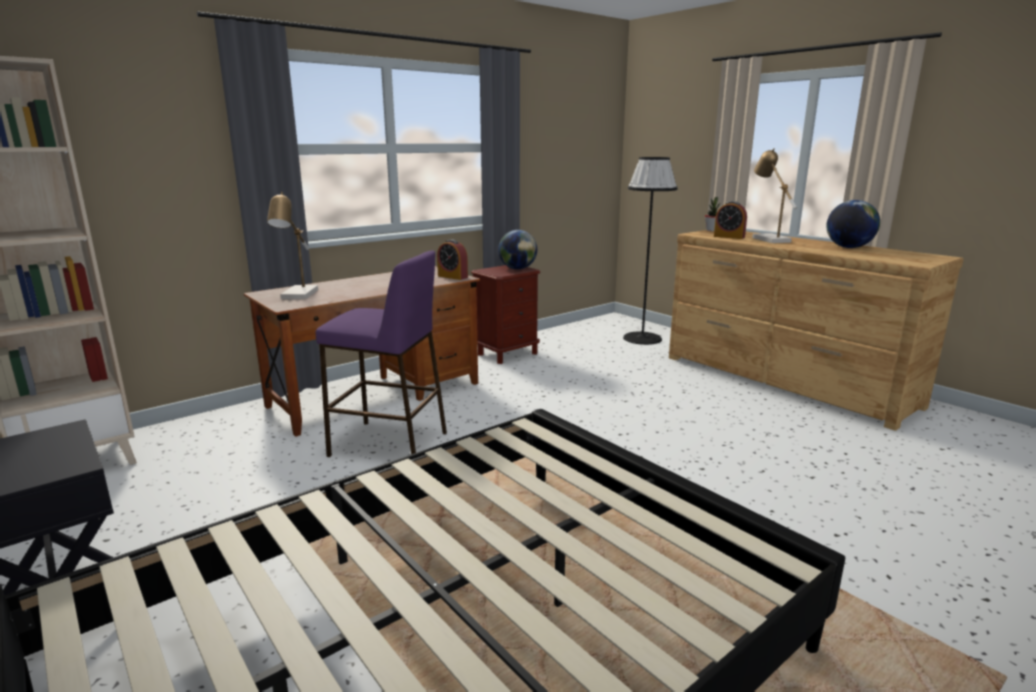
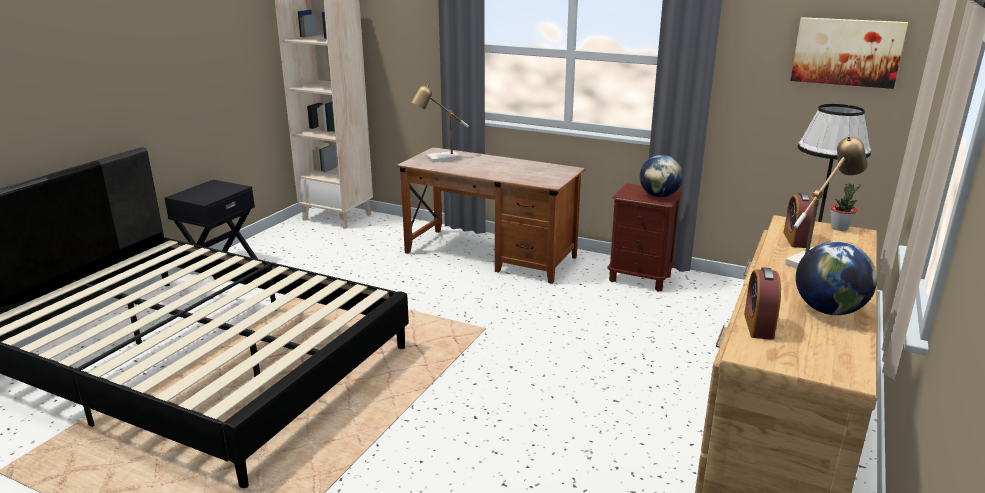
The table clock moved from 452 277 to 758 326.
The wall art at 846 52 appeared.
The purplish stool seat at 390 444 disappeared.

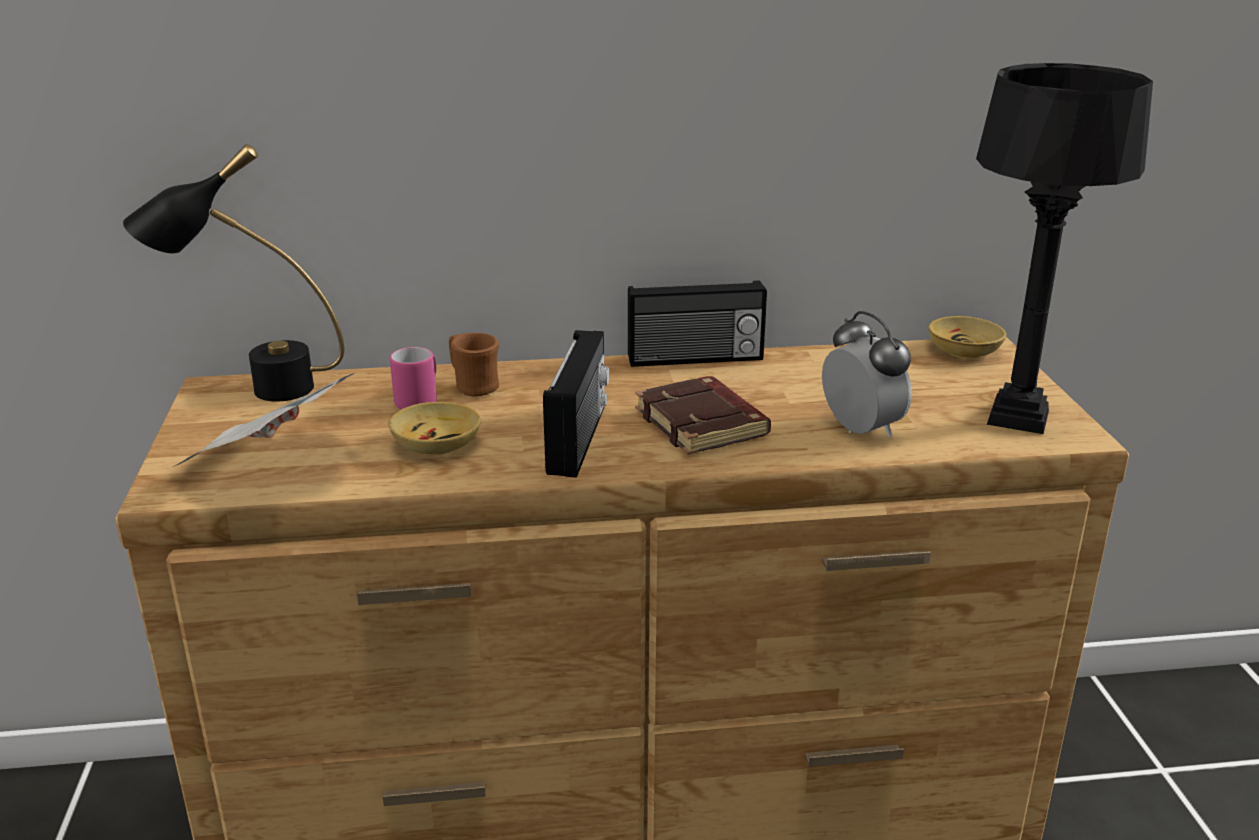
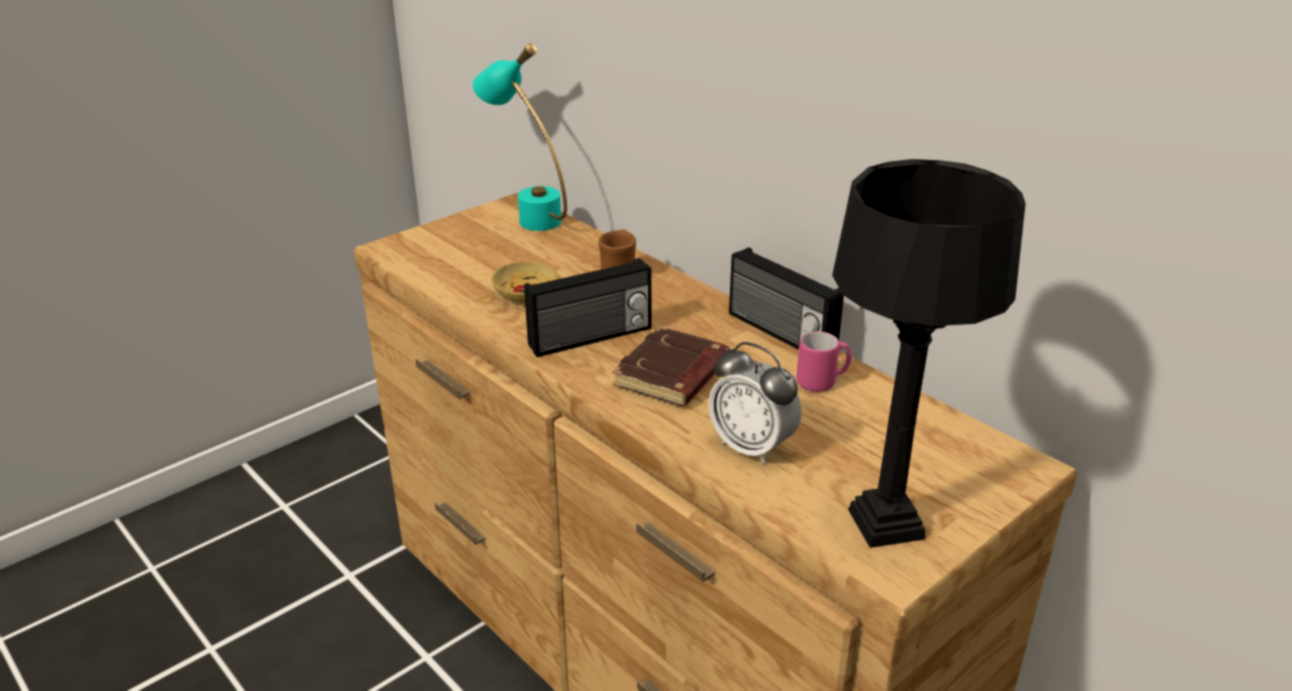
The black-coloured tabletop lamp at 254 389 became the blue-green tabletop lamp at 528 214.
The table clock at 861 430 turned 105 degrees clockwise.
The pink mug moved from 420 401 to 822 382.
The printed paper at 266 467 disappeared.
The sand-coloured bowl at 963 351 disappeared.

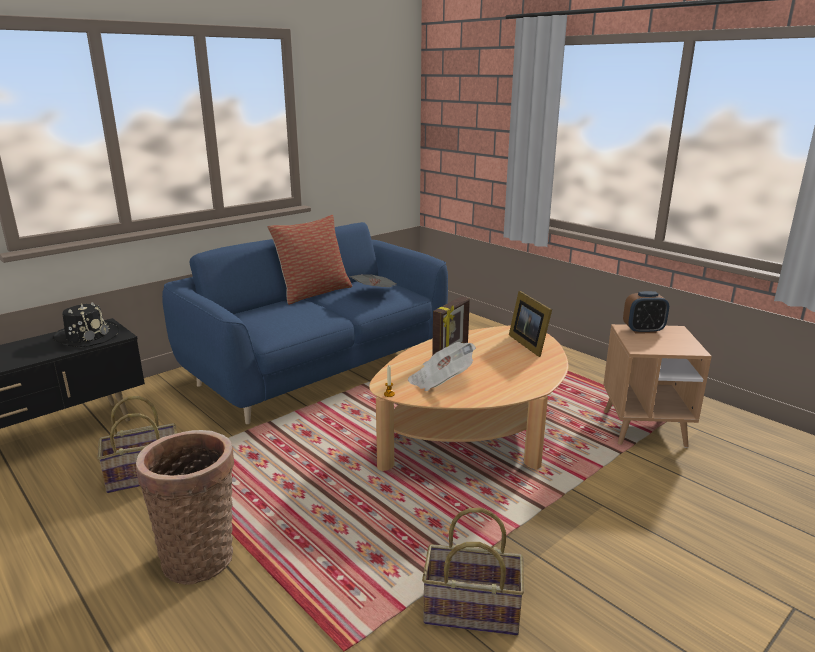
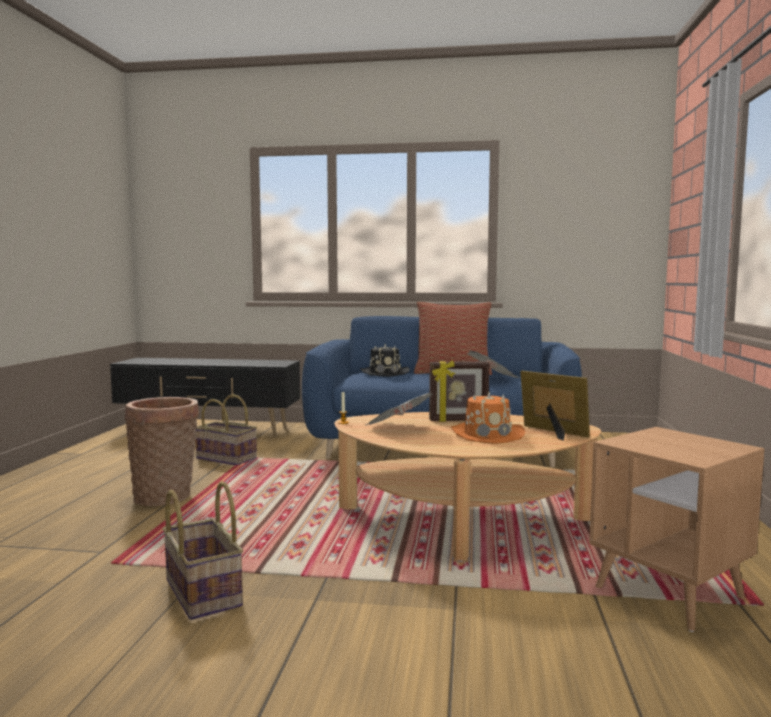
The black-coloured wearable hat moved from 86 336 to 384 373.
The orange wearable hat at 487 434 appeared.
The picture frame at 529 343 turned 105 degrees clockwise.
The table clock at 643 330 disappeared.

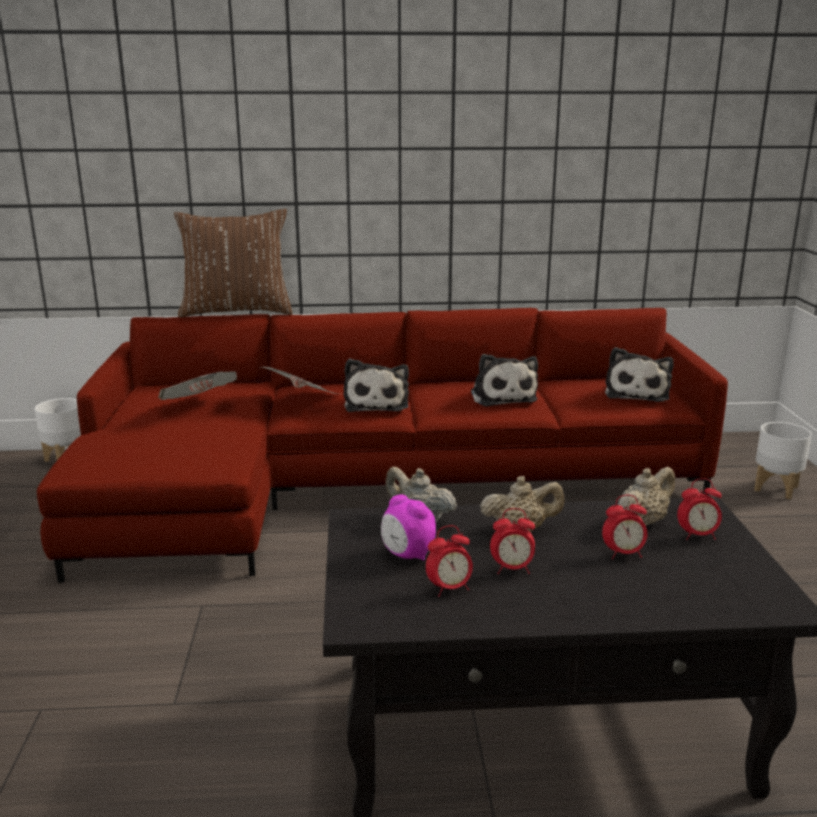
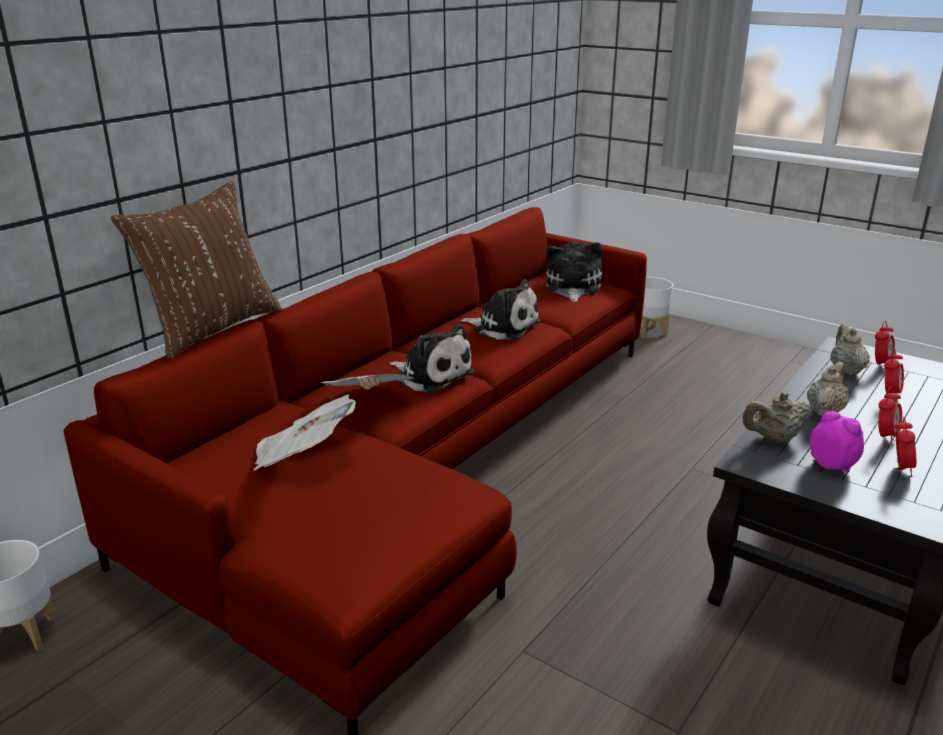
The soft toy at 637 393 turned 135 degrees counterclockwise.
The table clock at 407 555 turned 120 degrees counterclockwise.

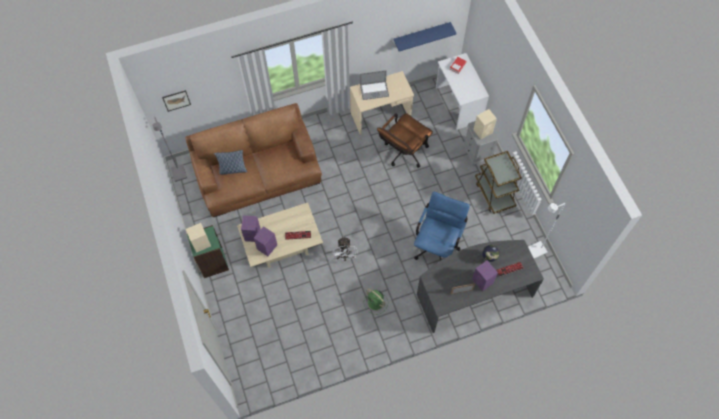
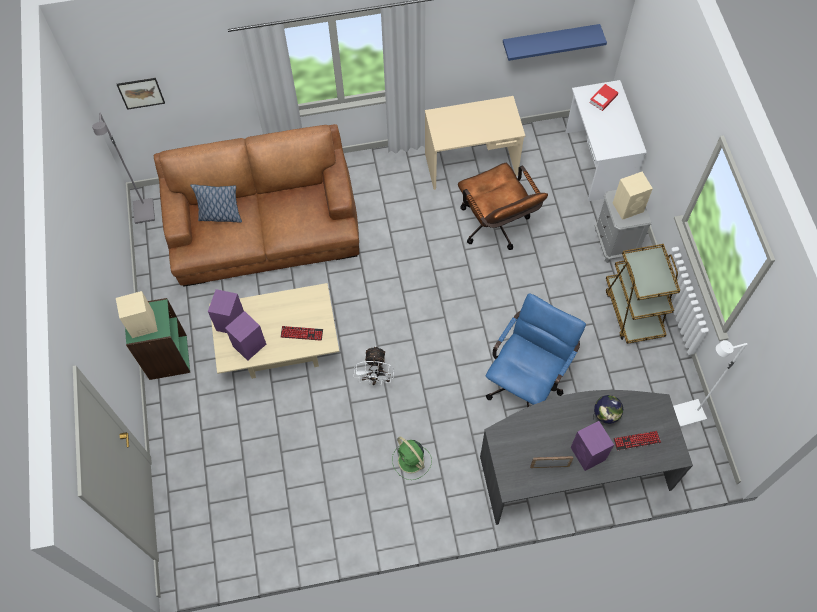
The brown computer chair at 403 153 turned 75 degrees counterclockwise.
The notebook computer at 374 90 disappeared.

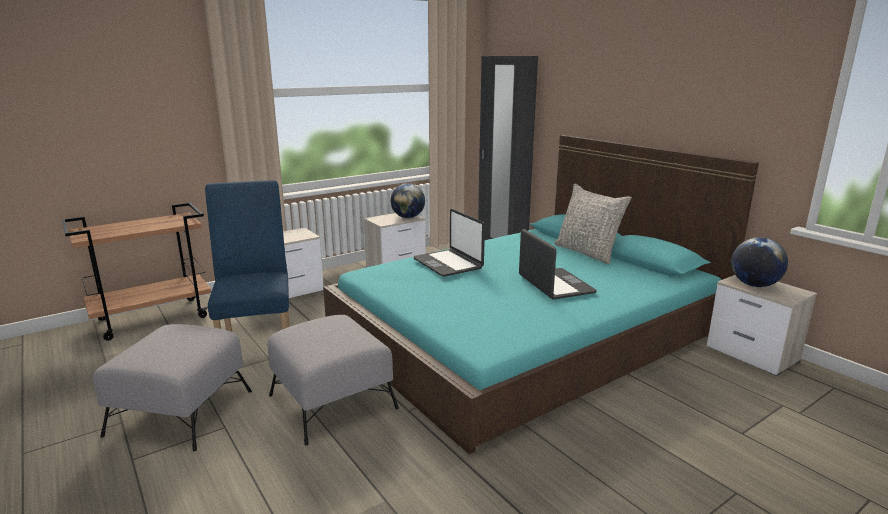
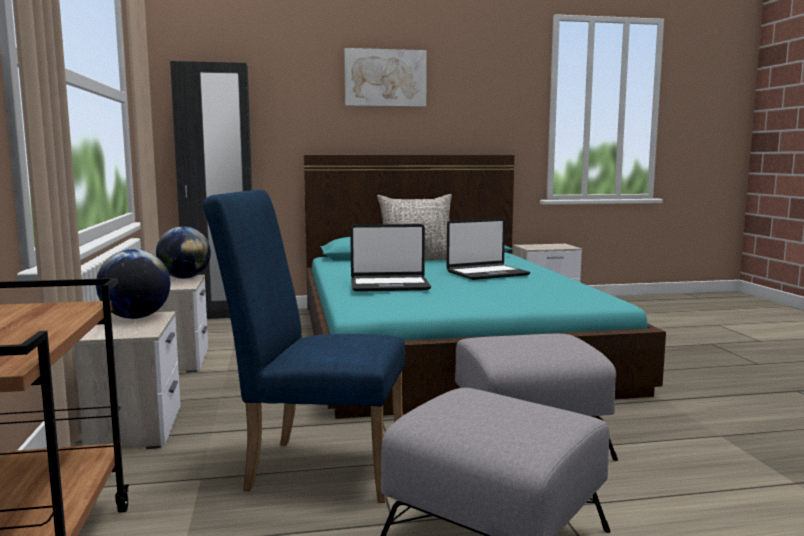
The world globe moved from 754 285 to 136 317.
The wall art at 385 78 appeared.
The notebook computer at 555 285 turned 150 degrees clockwise.

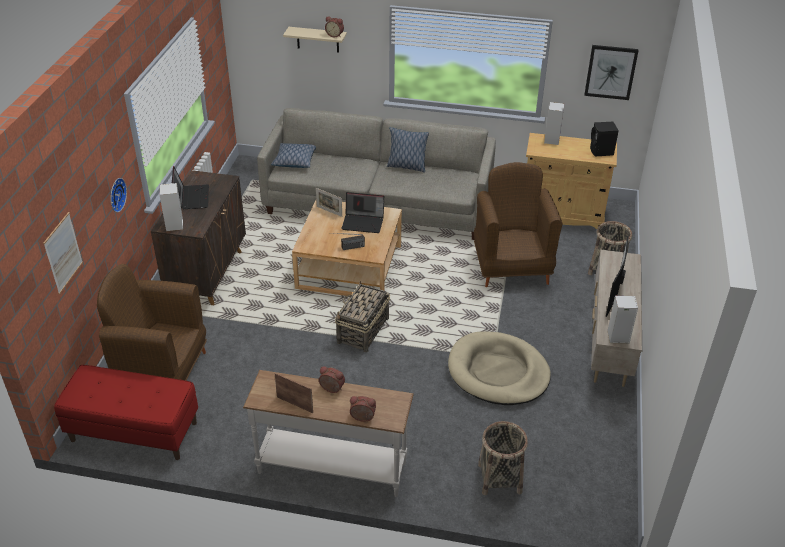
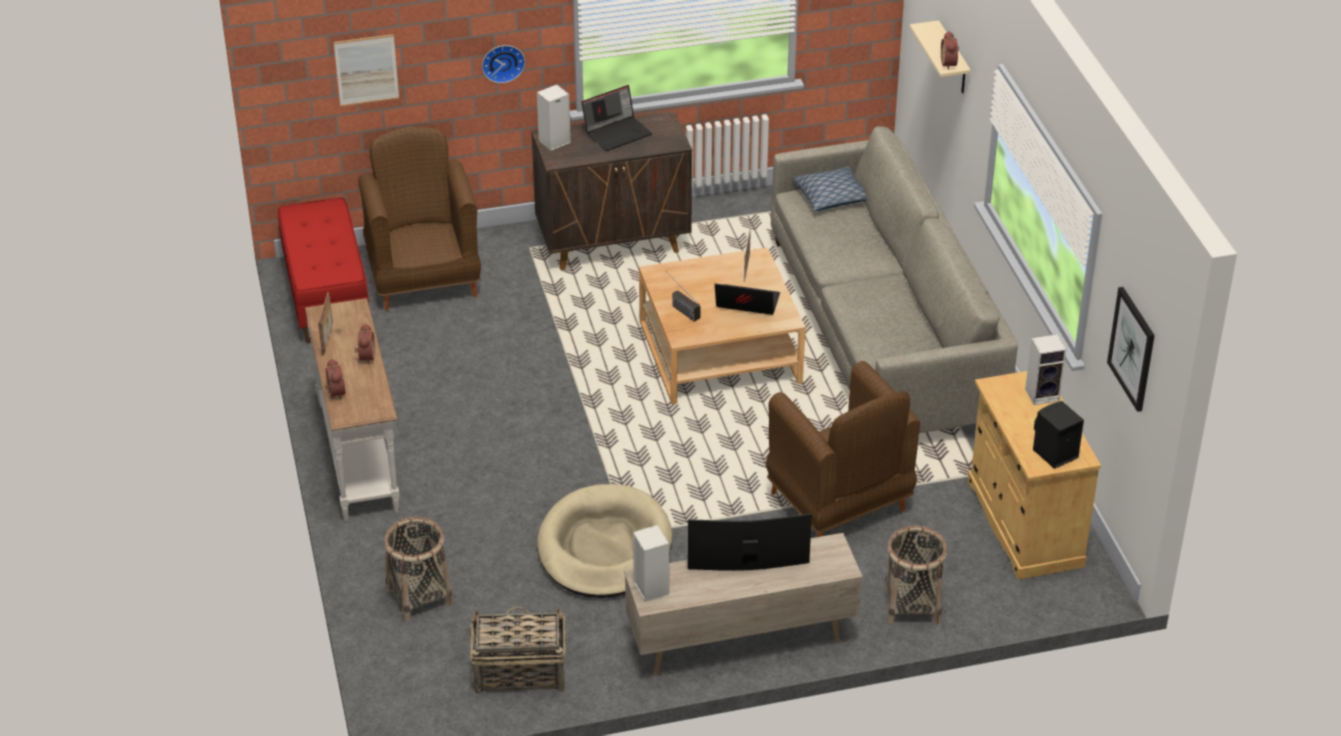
The household basket moved from 362 331 to 518 672.
The notebook computer at 363 222 turned 120 degrees clockwise.
The brown easy chair at 511 267 turned 90 degrees clockwise.
The pillow at 406 166 disappeared.

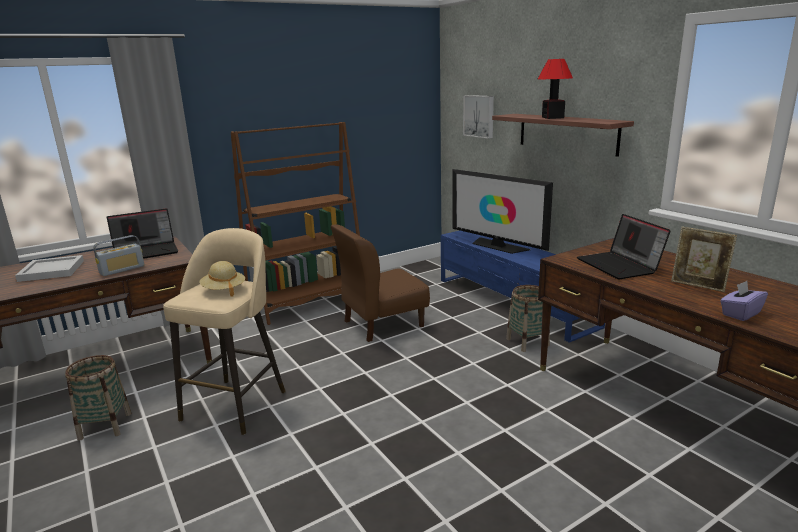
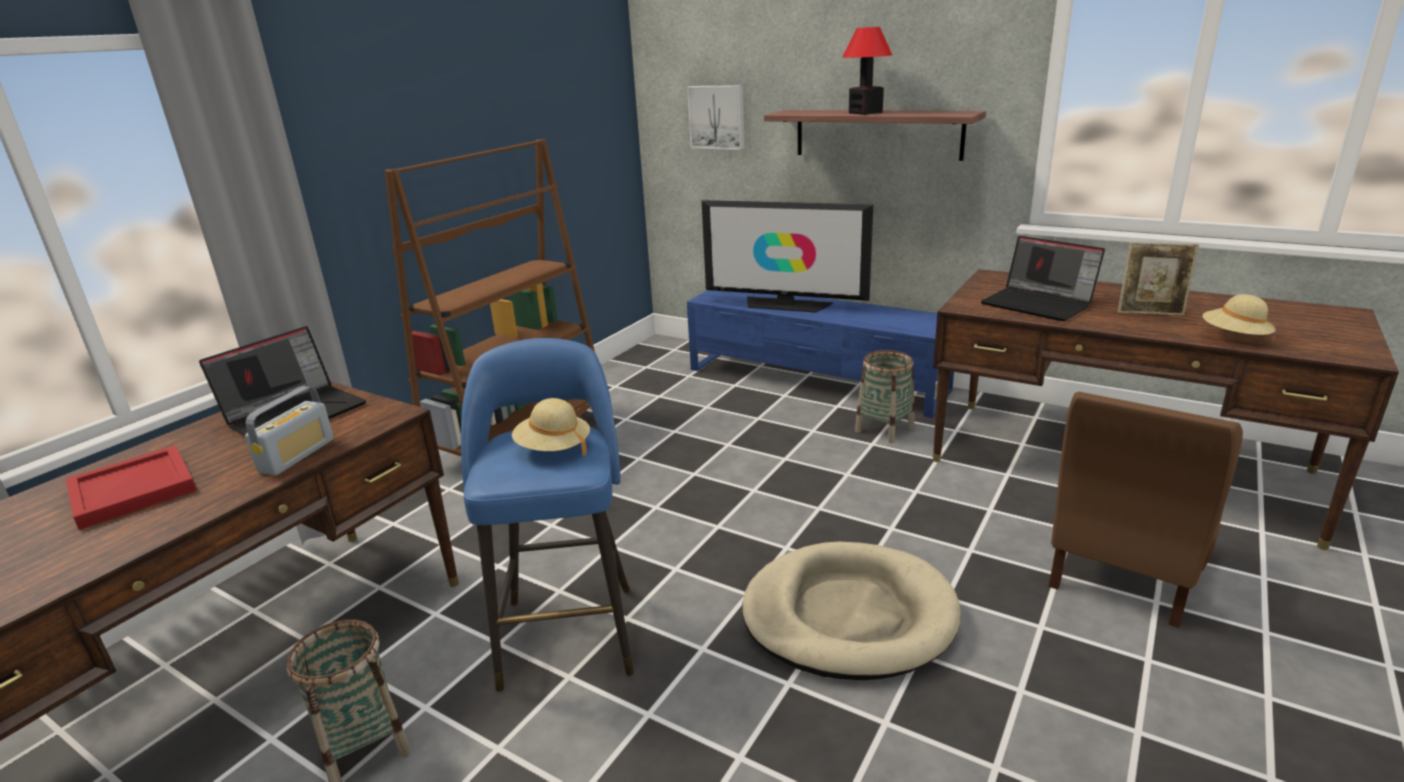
The white carrying tray at 53 270 became the reddish carrying tray at 135 489.
The sand-coloured stool seat at 236 404 became the bluish stool seat at 569 632.
The sand-coloured pet bed at 848 615 appeared.
The brown chair moved from 382 323 to 1122 571.
The purplish box of tissues at 740 313 was replaced by the sand-coloured wearable hat at 1234 337.

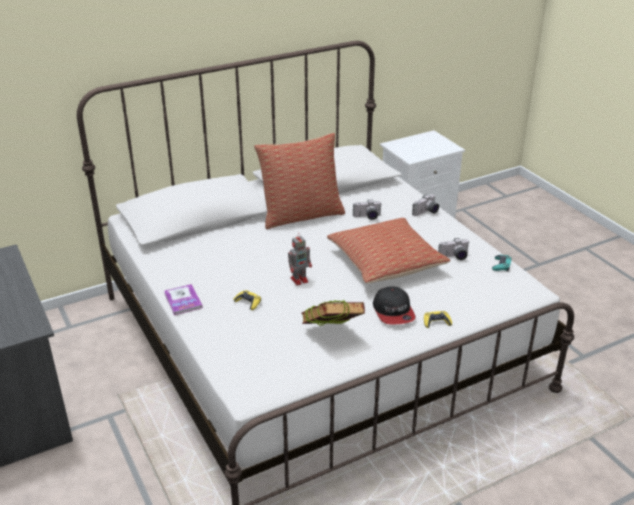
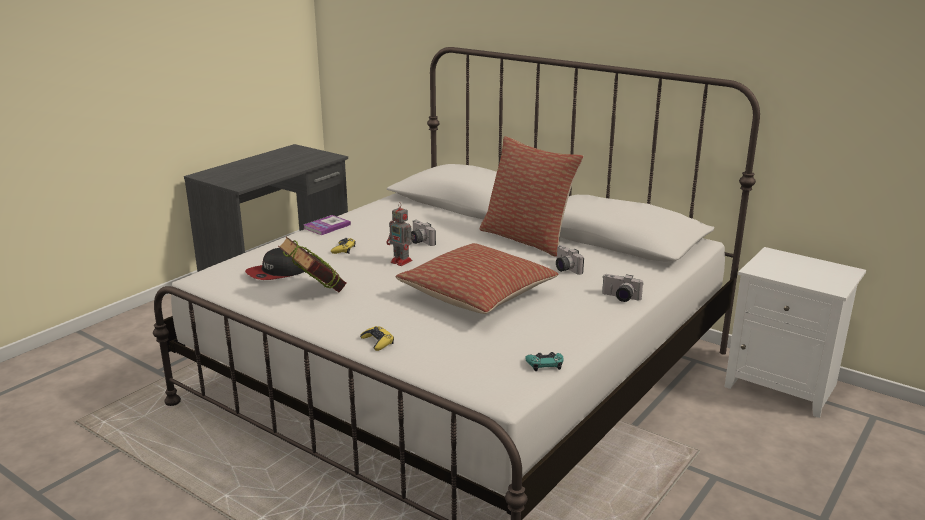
The peaked cap moved from 393 312 to 276 273.
The photo camera moved from 454 257 to 419 241.

